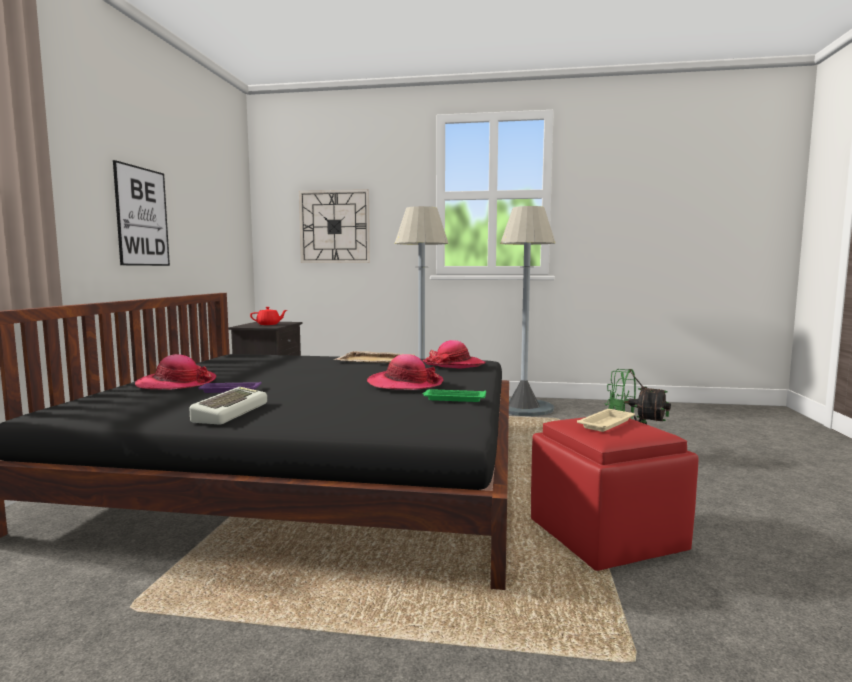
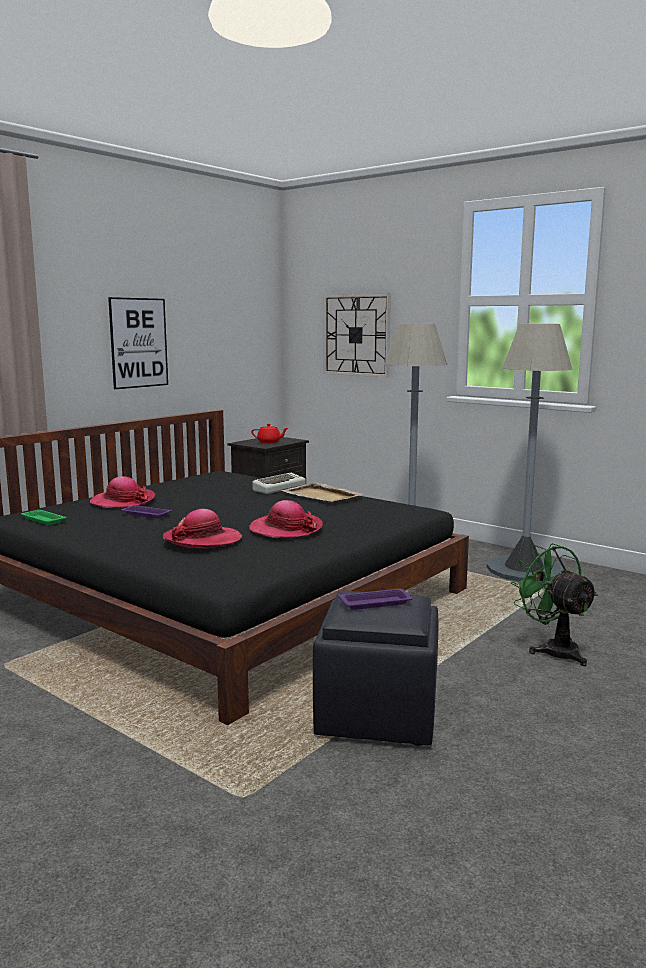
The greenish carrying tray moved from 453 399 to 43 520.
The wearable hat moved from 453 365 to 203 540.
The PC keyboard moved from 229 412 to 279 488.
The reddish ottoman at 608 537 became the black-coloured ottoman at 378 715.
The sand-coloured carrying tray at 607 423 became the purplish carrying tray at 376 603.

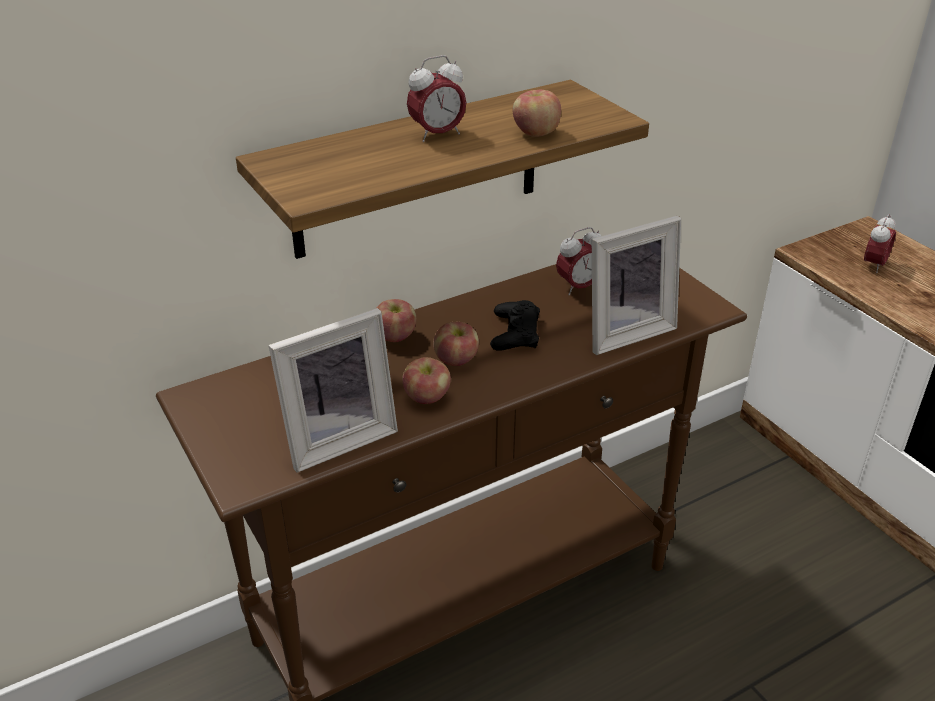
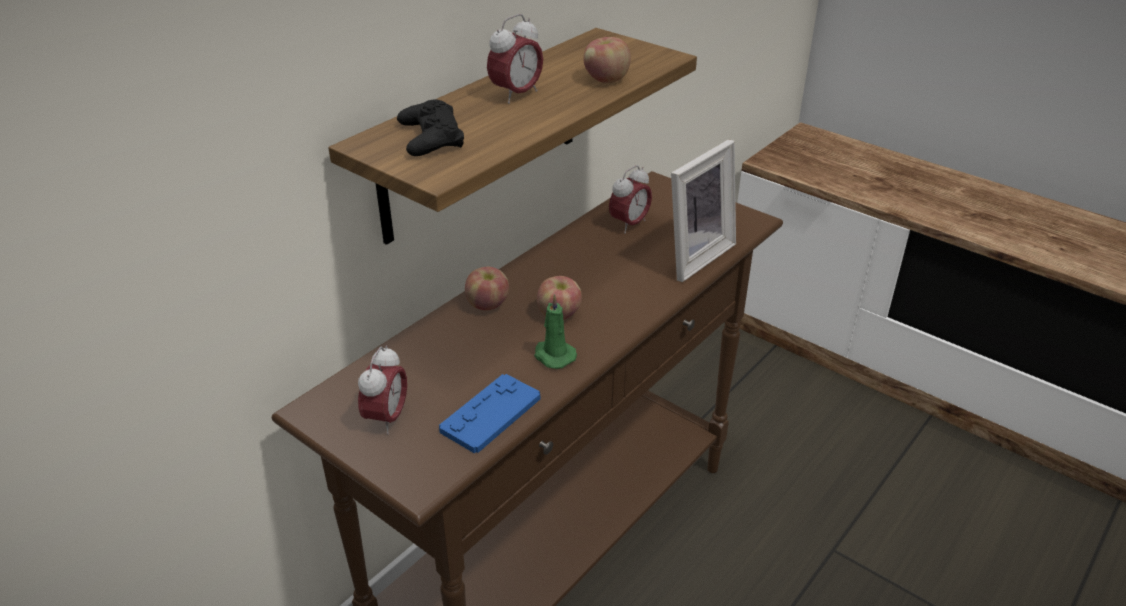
The table clock moved from 874 265 to 387 418.
The black-coloured game controller moved from 515 333 to 430 137.
The picture frame at 337 438 was replaced by the bluish game controller at 491 414.
The apple fruit at 427 398 was replaced by the greenish wax candle at 553 355.

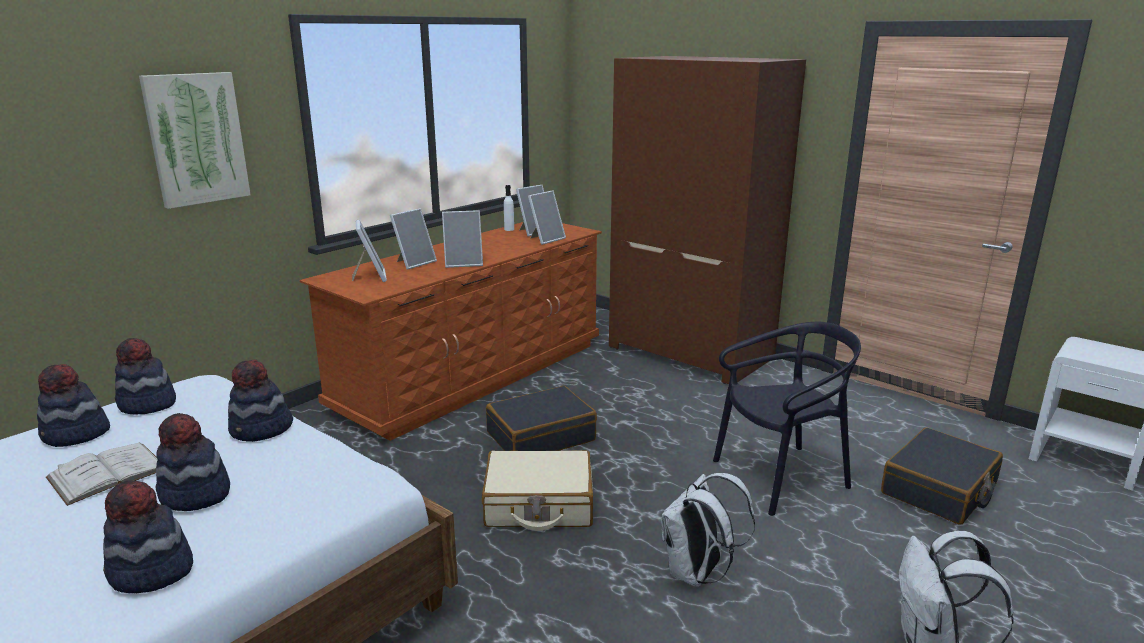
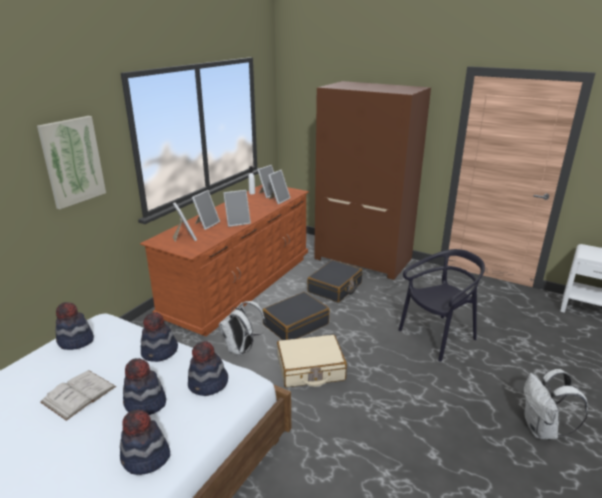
The wearable hat moved from 76 435 to 208 384.
The white rucksack moved from 697 574 to 241 349.
The black-coloured piece of luggage moved from 939 489 to 335 288.

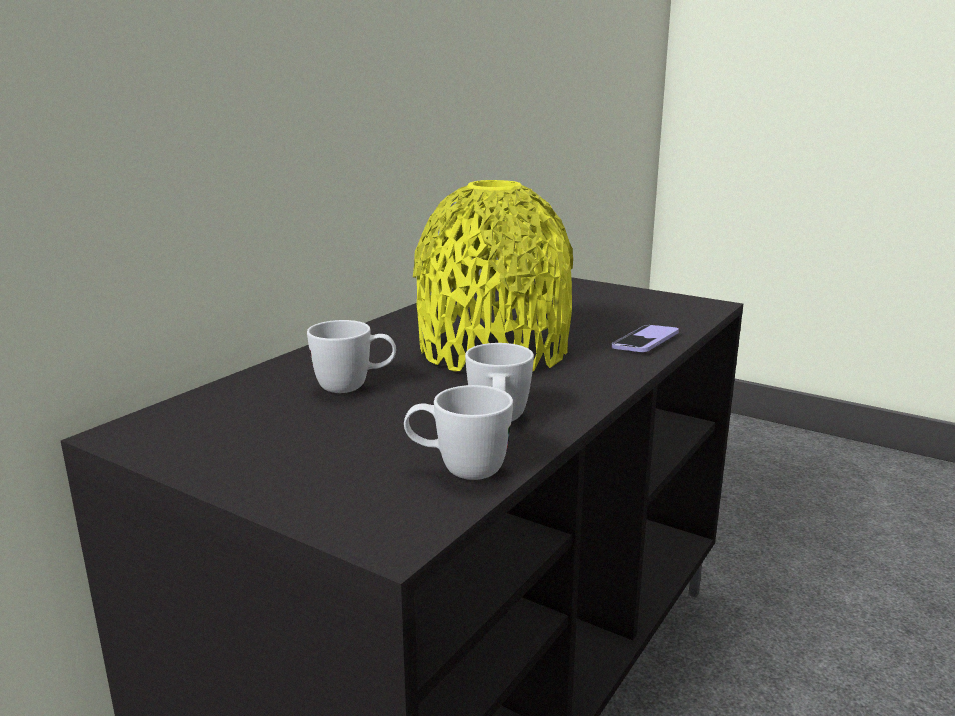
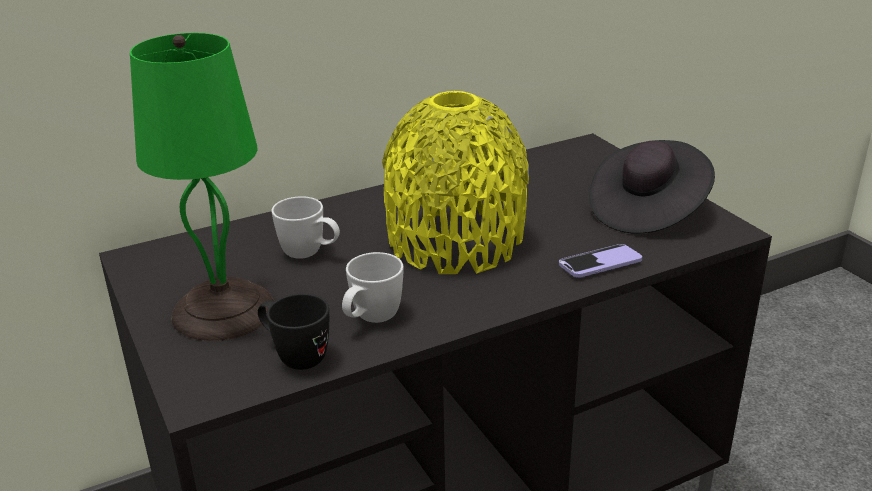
The greenish tabletop lamp at 223 309 appeared.
The white mug at 458 470 became the black-coloured mug at 294 356.
The black-coloured wearable hat at 647 211 appeared.

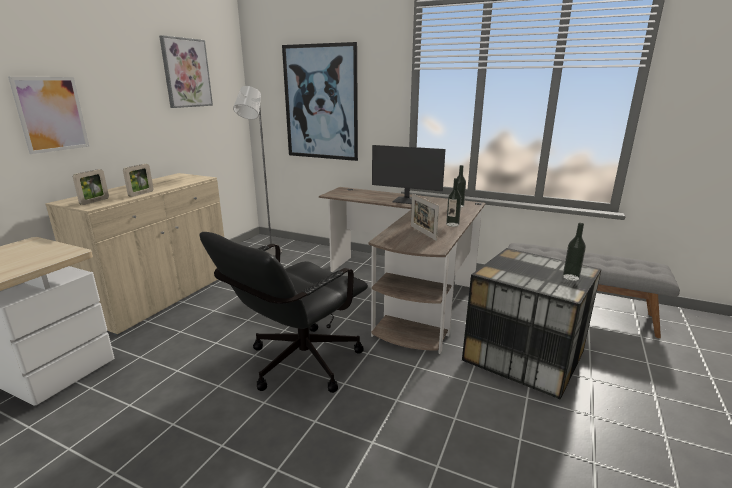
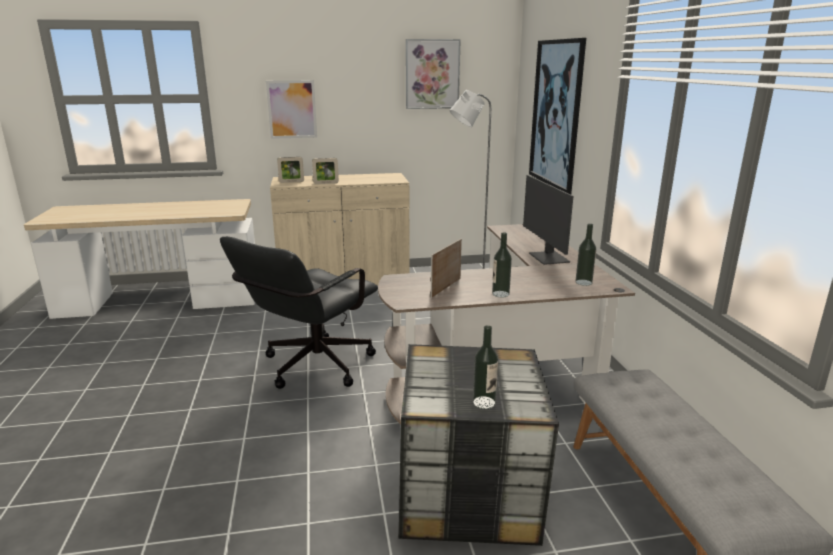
The black-coloured computer chair at 296 365 turned 60 degrees counterclockwise.

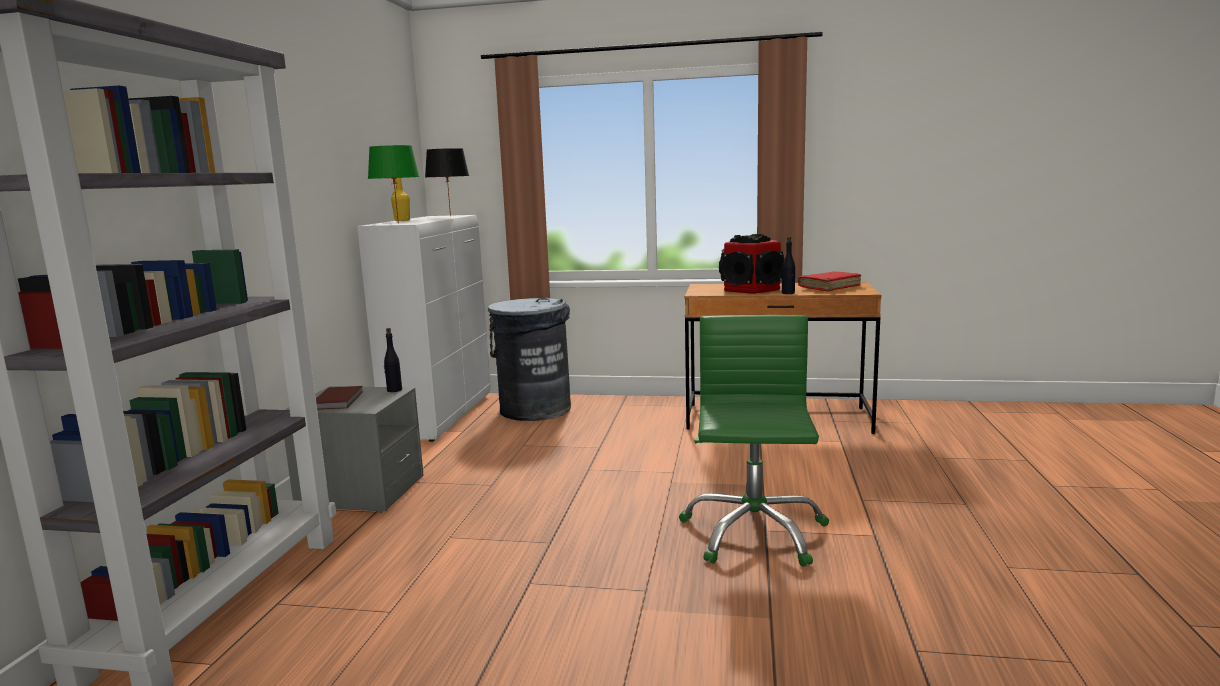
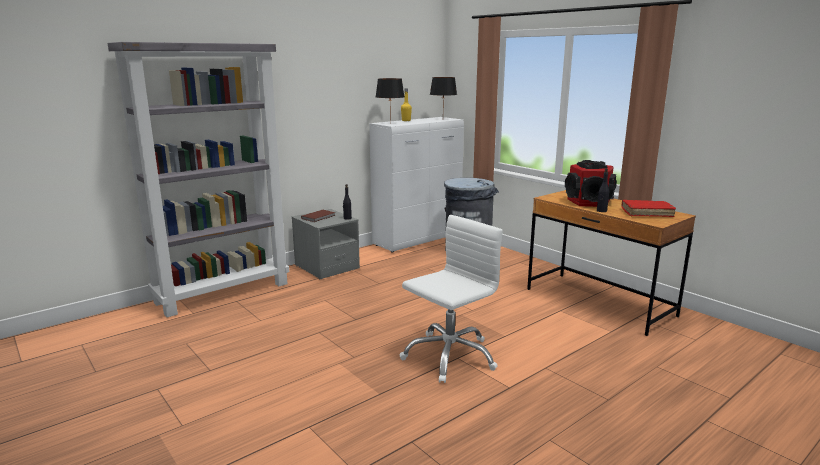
The greenish tabletop lamp at 397 223 became the black-coloured tabletop lamp at 390 123.
The greenish computer chair at 753 532 became the white computer chair at 449 356.

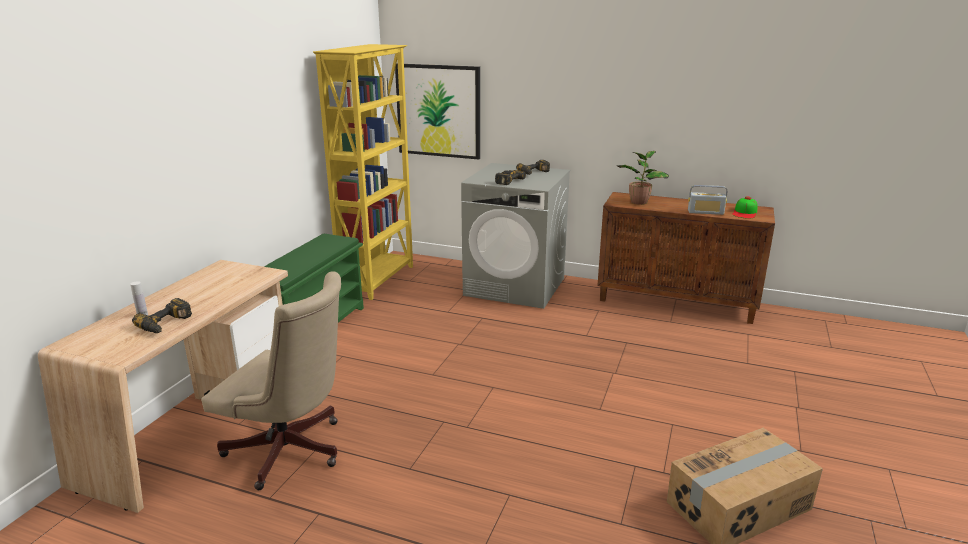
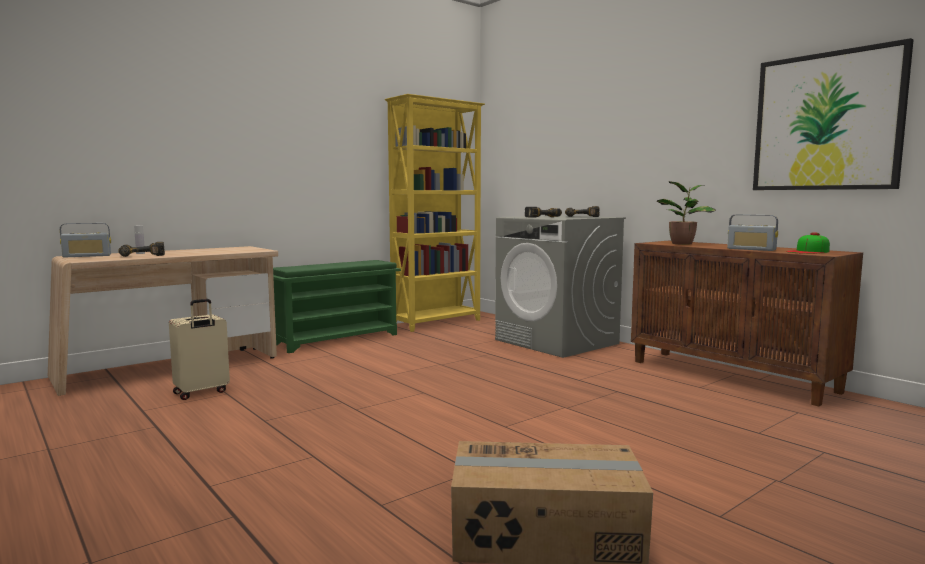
The radio set at 87 256 appeared.
The sand-coloured computer chair at 291 452 was replaced by the sand-coloured piece of luggage at 201 393.
The wall art moved from 438 111 to 826 122.

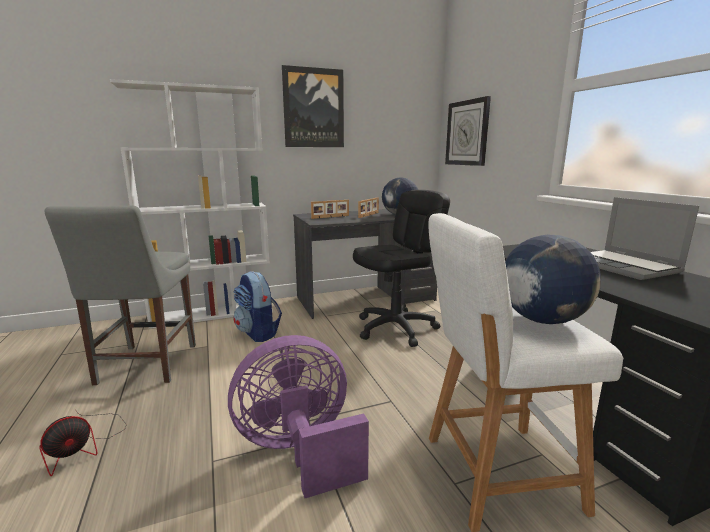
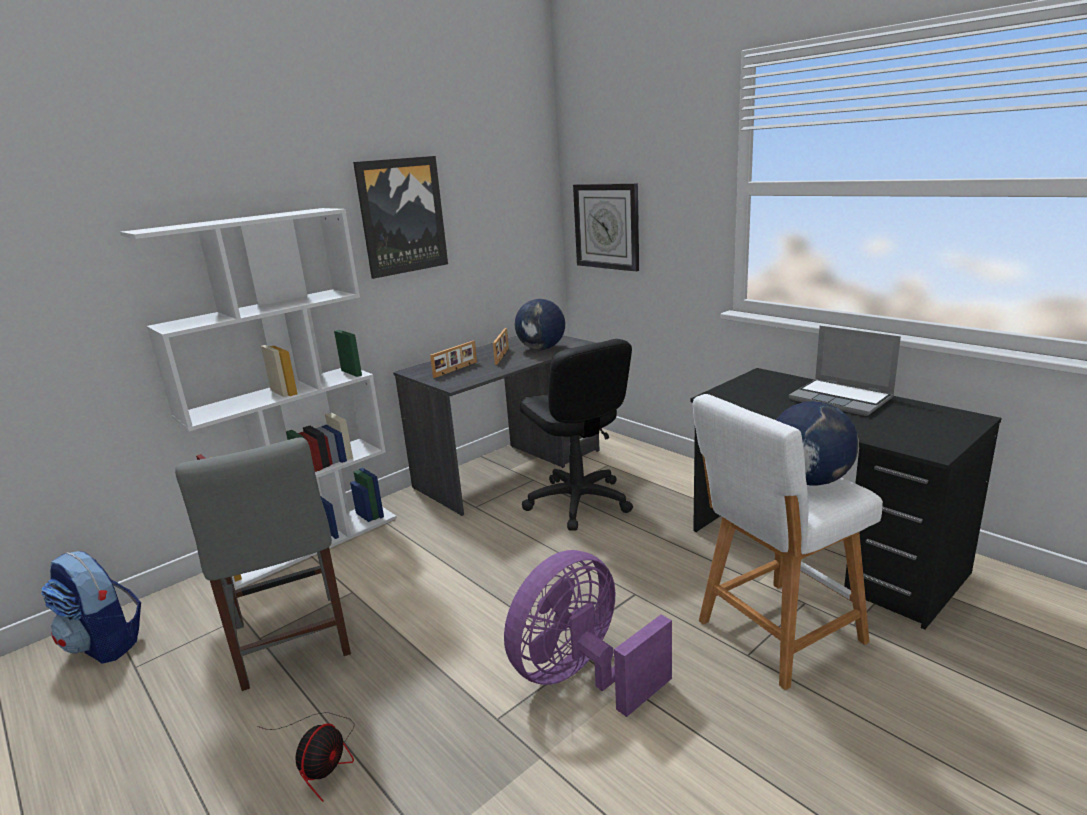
The rucksack moved from 258 333 to 106 644.
The black-coloured computer chair at 396 328 turned 120 degrees clockwise.

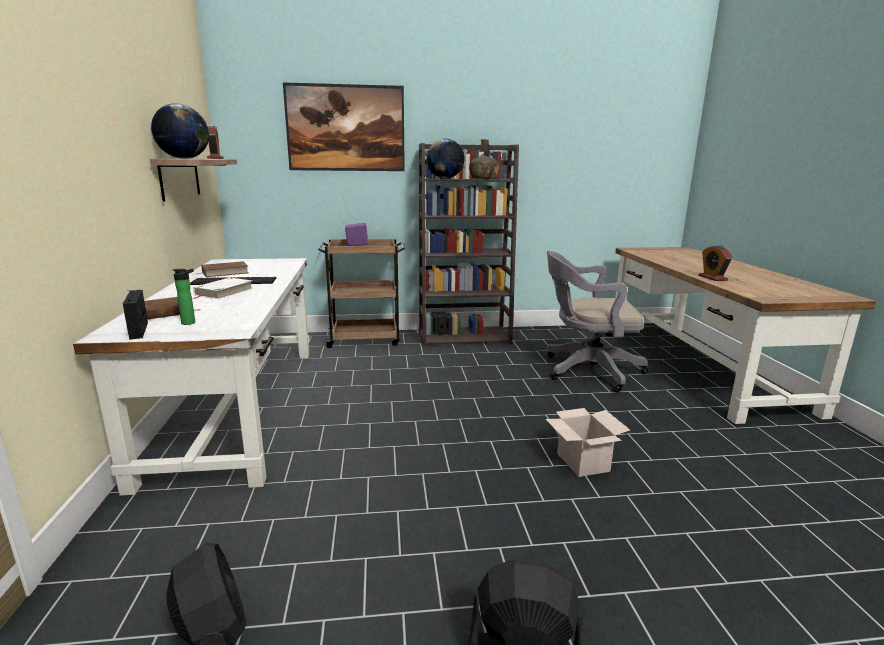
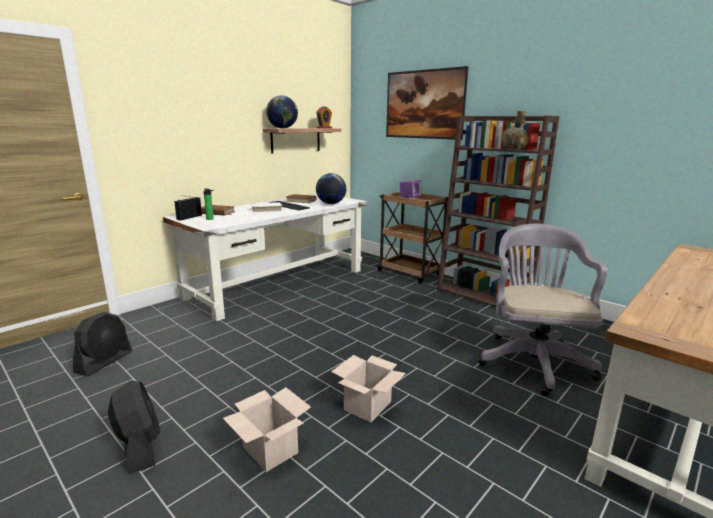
The cardboard box at 268 449 appeared.
The world globe moved from 445 178 to 331 204.
The greyish computer chair at 586 370 turned 45 degrees clockwise.
The table clock at 712 278 disappeared.

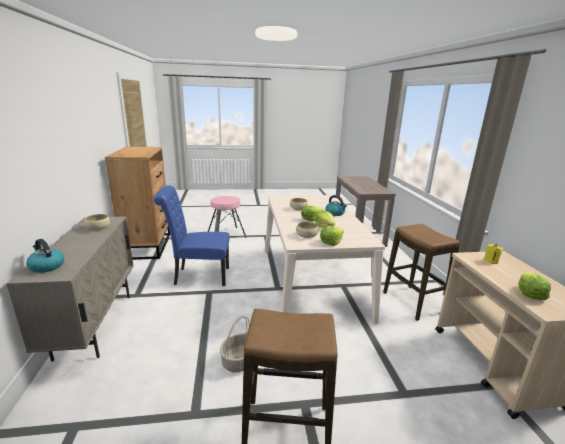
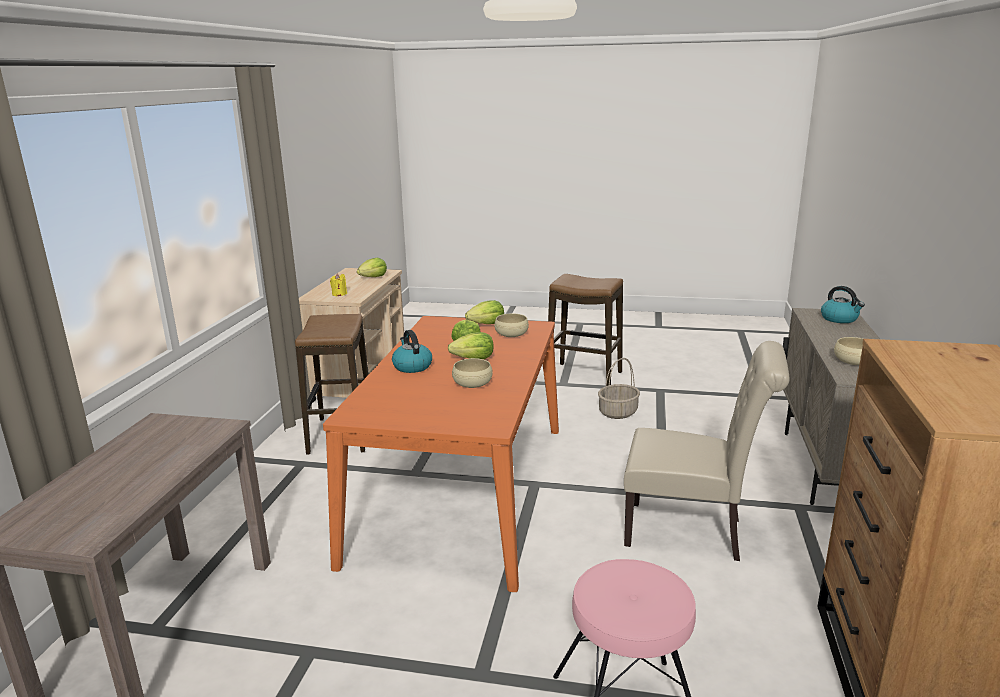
The sand-coloured dining table at 311 280 became the orange dining table at 462 489.
The bluish chair at 198 276 became the sand-coloured chair at 692 532.

